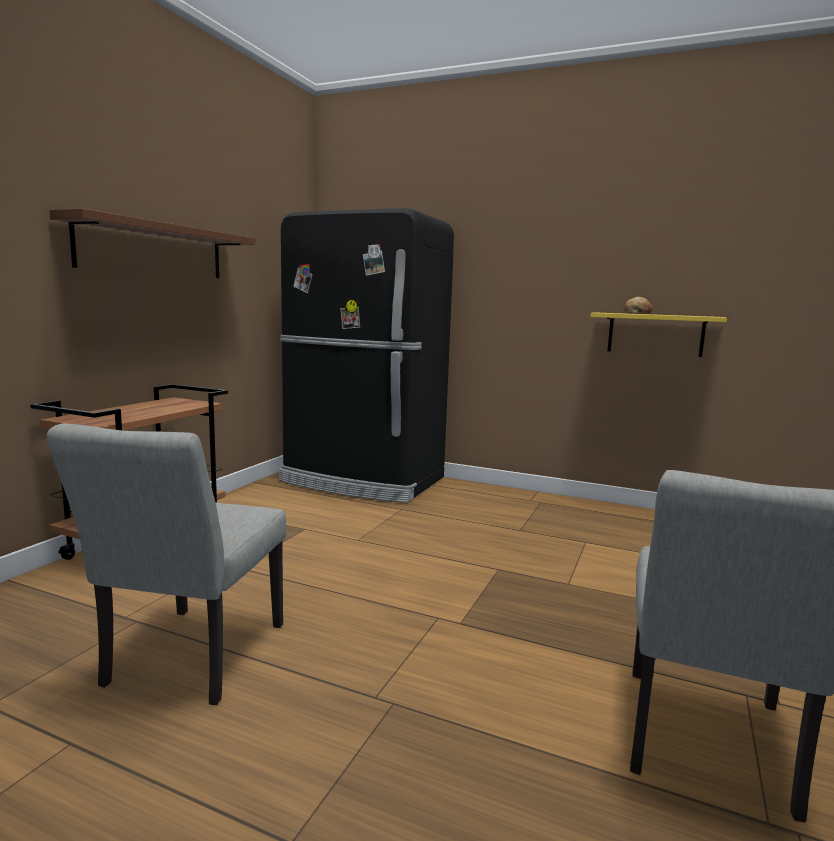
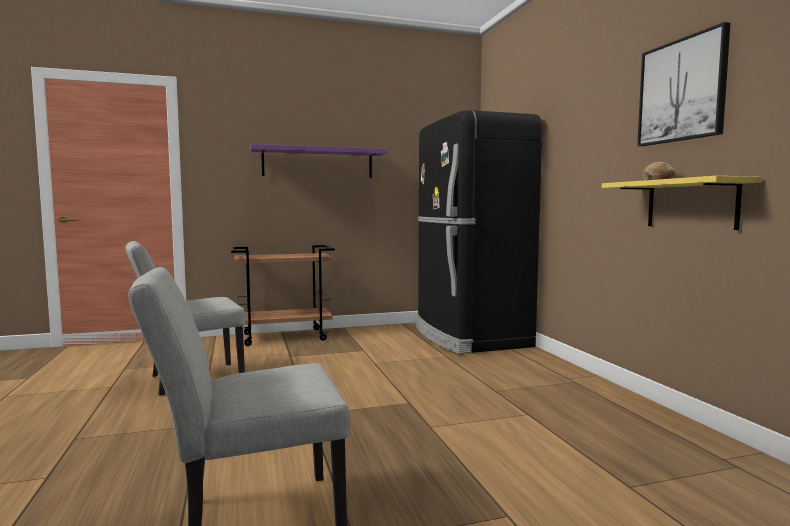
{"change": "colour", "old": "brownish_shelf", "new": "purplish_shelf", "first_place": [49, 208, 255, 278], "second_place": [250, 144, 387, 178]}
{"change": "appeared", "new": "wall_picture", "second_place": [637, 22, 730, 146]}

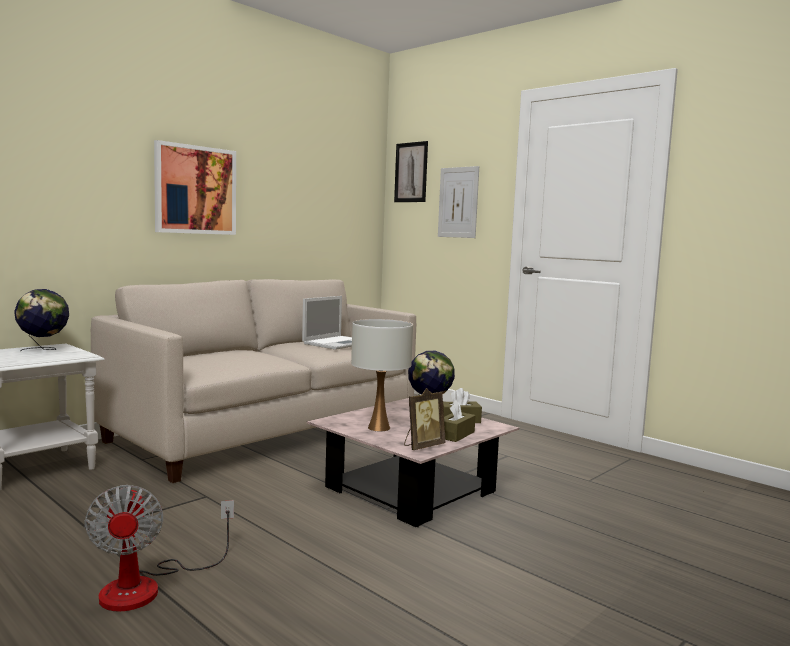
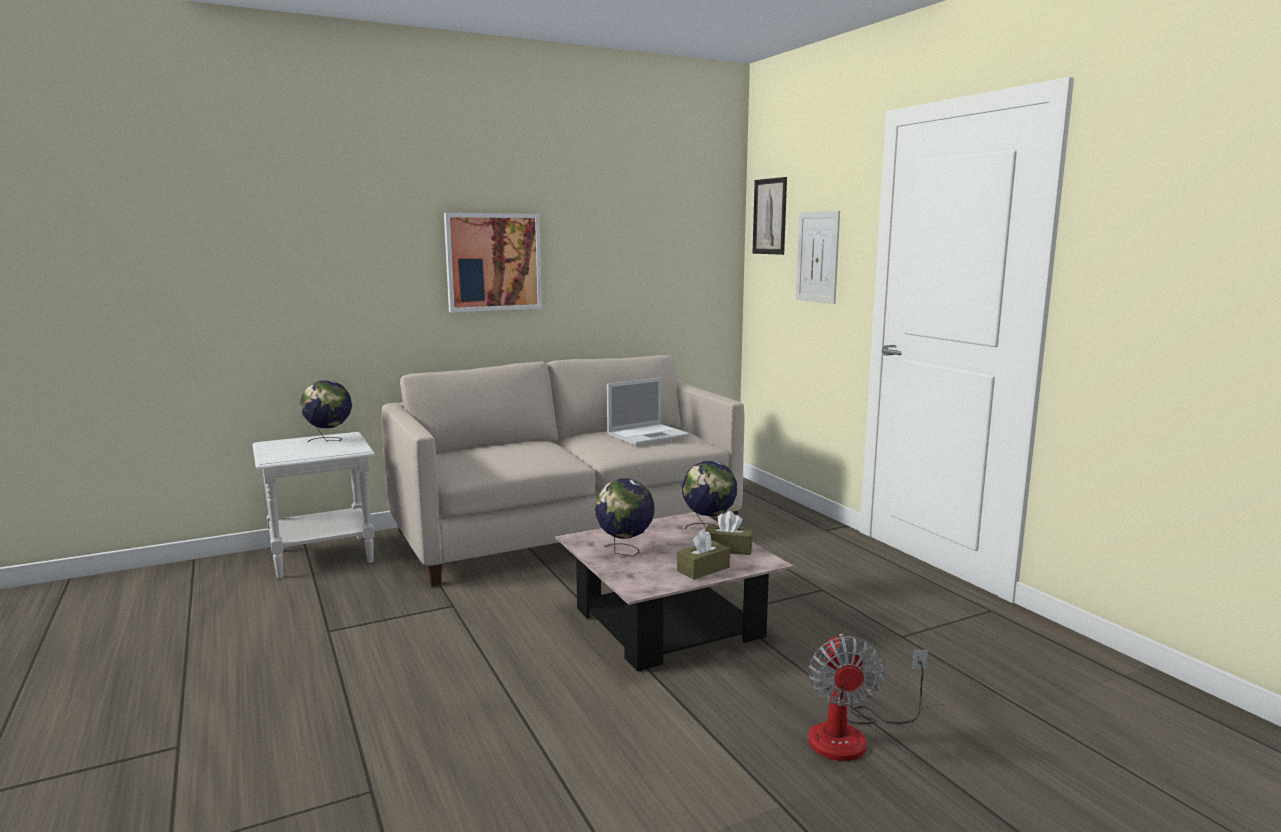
{"change": "exchanged", "old": "white-coloured_lamp_for_a_table", "new": "globe", "first_place": [351, 319, 413, 431], "second_place": [595, 478, 655, 557]}
{"change": "relocated", "old": "fan", "first_place": [84, 485, 234, 612], "second_place": [808, 634, 928, 761]}
{"change": "missing", "old": "photo_frame", "first_place": [404, 388, 445, 450]}

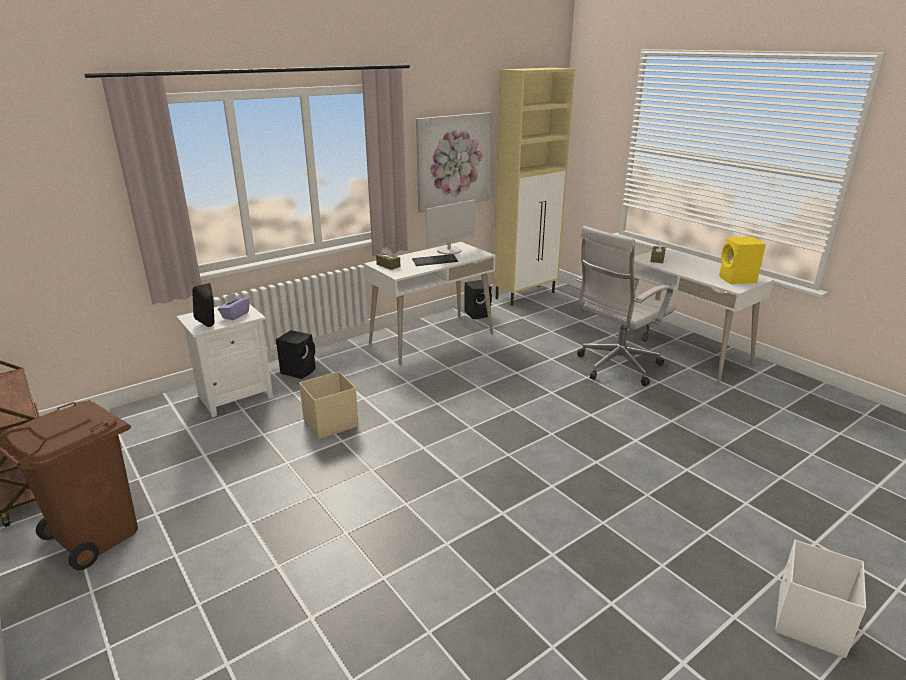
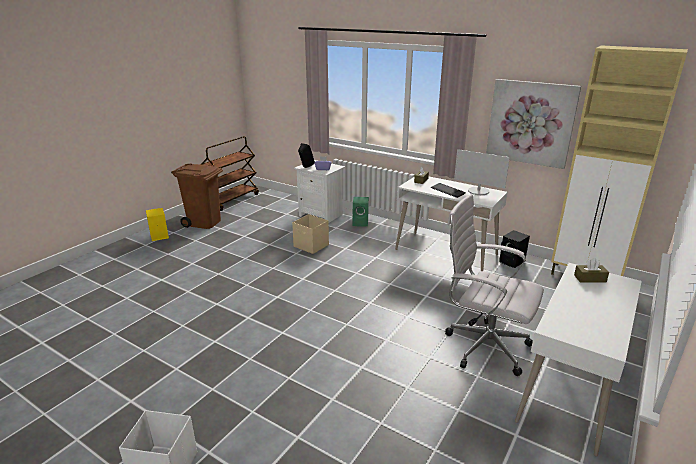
{"change": "relocated", "old": "yellow-coloured_loudspeaker", "first_place": [719, 237, 766, 284], "second_place": [146, 208, 169, 241]}
{"change": "colour", "old": "black_loudspeaker", "new": "greenish_loudspeaker", "first_place": [276, 330, 316, 379], "second_place": [353, 197, 369, 227]}

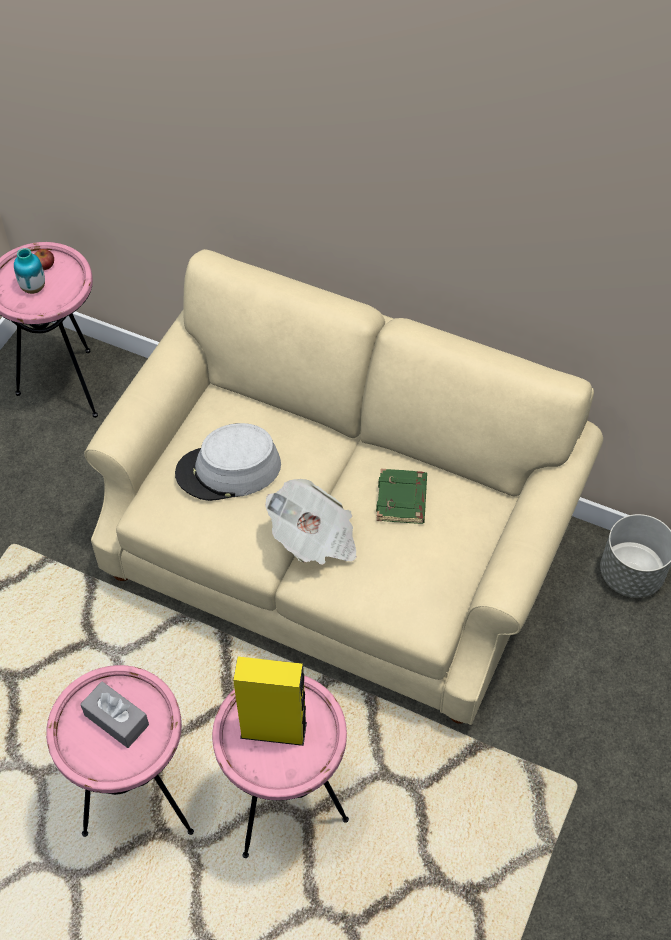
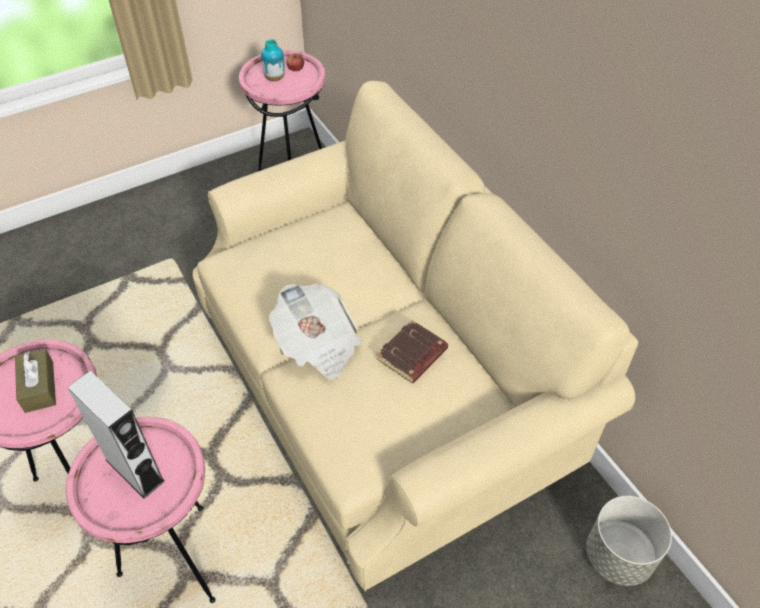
{"change": "colour", "old": "grey_box_of_tissues", "new": "brownish_box_of_tissues", "first_place": [80, 681, 149, 748], "second_place": [15, 348, 56, 413]}
{"change": "colour", "old": "yellow-coloured_loudspeaker", "new": "grey_loudspeaker", "first_place": [233, 657, 307, 746], "second_place": [67, 371, 165, 499]}
{"change": "colour", "old": "greenish_book", "new": "brownish_book", "first_place": [376, 469, 427, 524], "second_place": [377, 320, 448, 383]}
{"change": "missing", "old": "grey_hat", "first_place": [175, 423, 281, 501]}

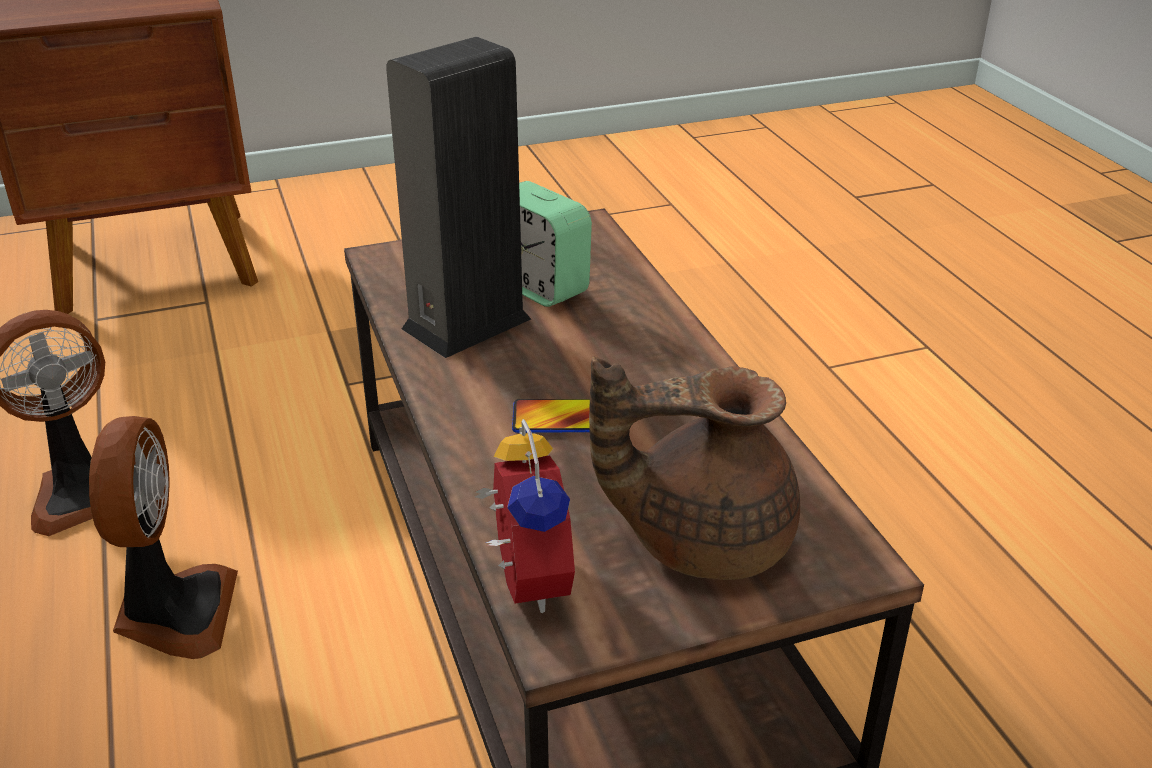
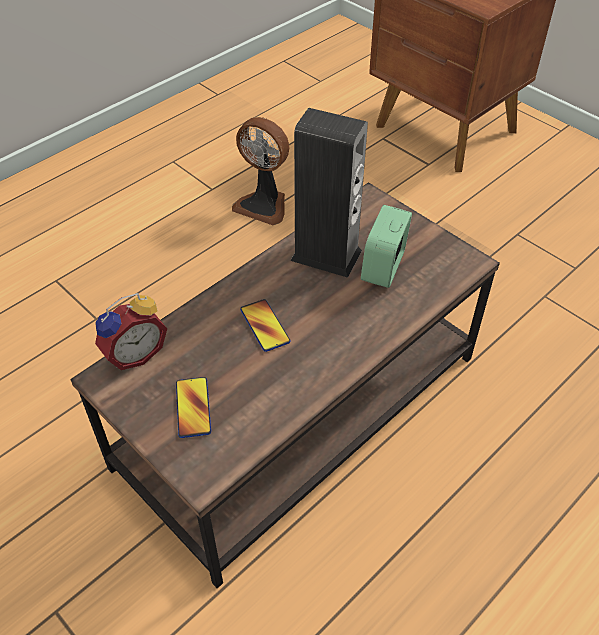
{"change": "exchanged", "old": "brownish_tea_pot", "new": "telephone", "first_place": [589, 356, 800, 580], "second_place": [176, 377, 211, 438]}
{"change": "missing", "old": "fan", "first_place": [89, 416, 238, 659]}

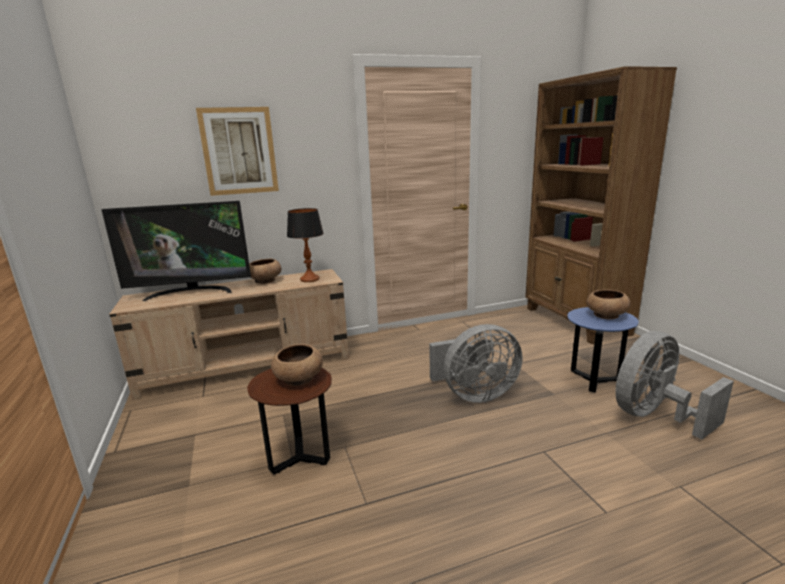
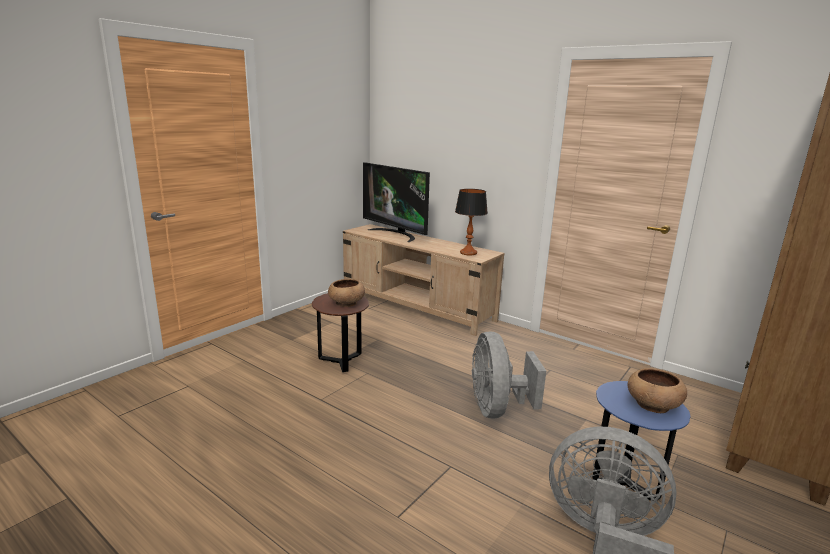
{"change": "spun", "old": "grey_fan", "first_place": [429, 324, 522, 403], "second_place": [471, 332, 546, 418], "degrees": 45}
{"change": "missing", "old": "wall_picture", "first_place": [196, 107, 279, 196]}
{"change": "missing", "old": "brownish_bowl", "first_place": [249, 259, 281, 284]}

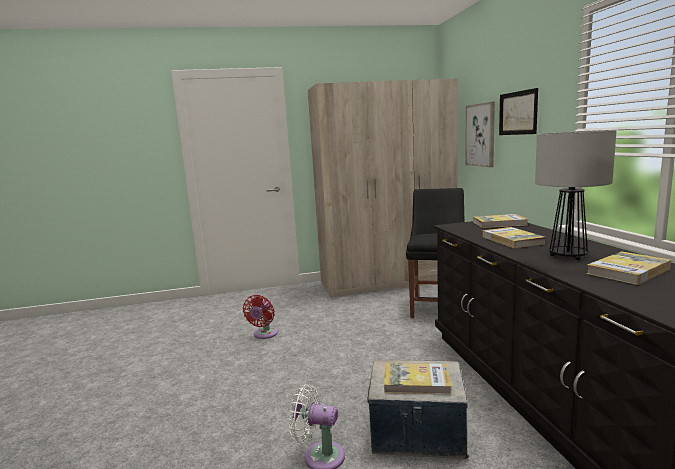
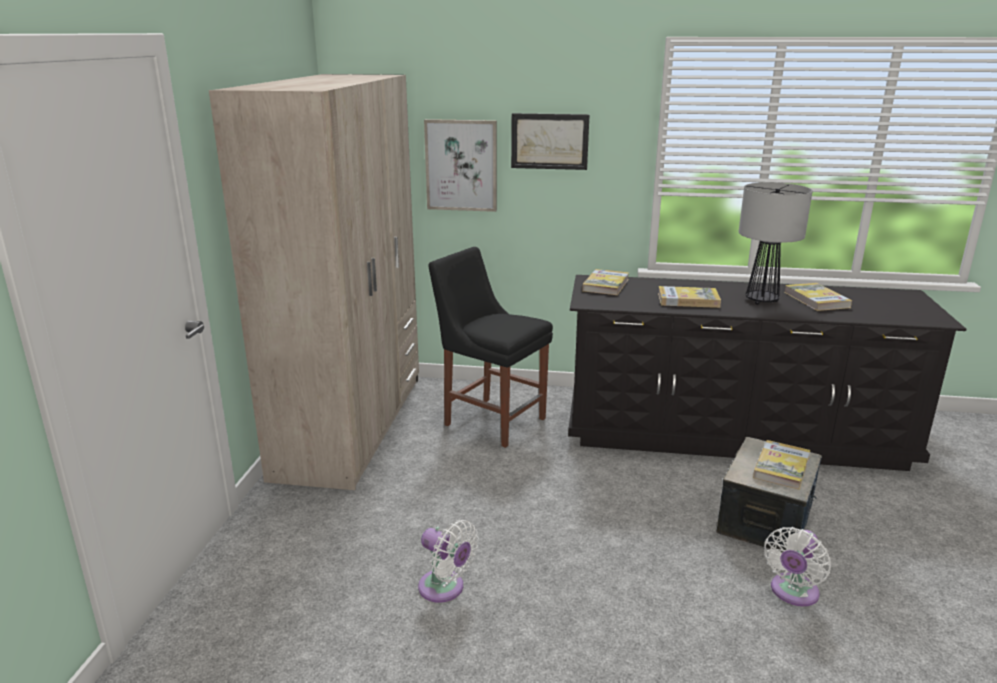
{"change": "colour", "old": "reddish_fan", "new": "white-coloured_fan", "first_place": [243, 295, 278, 339], "second_place": [418, 520, 478, 603]}

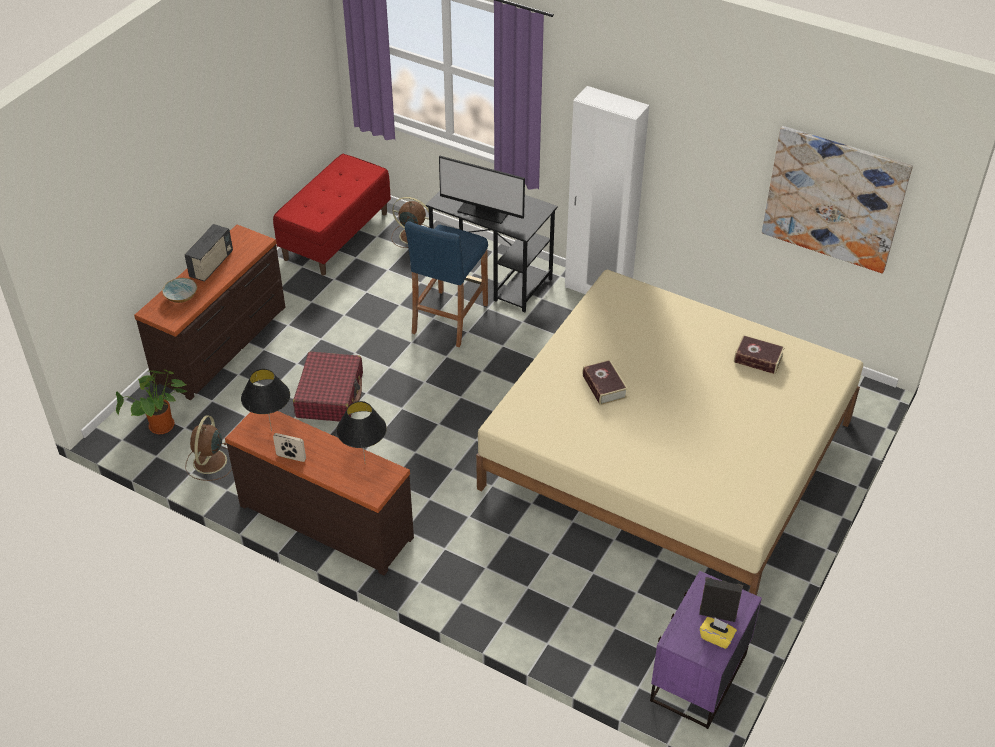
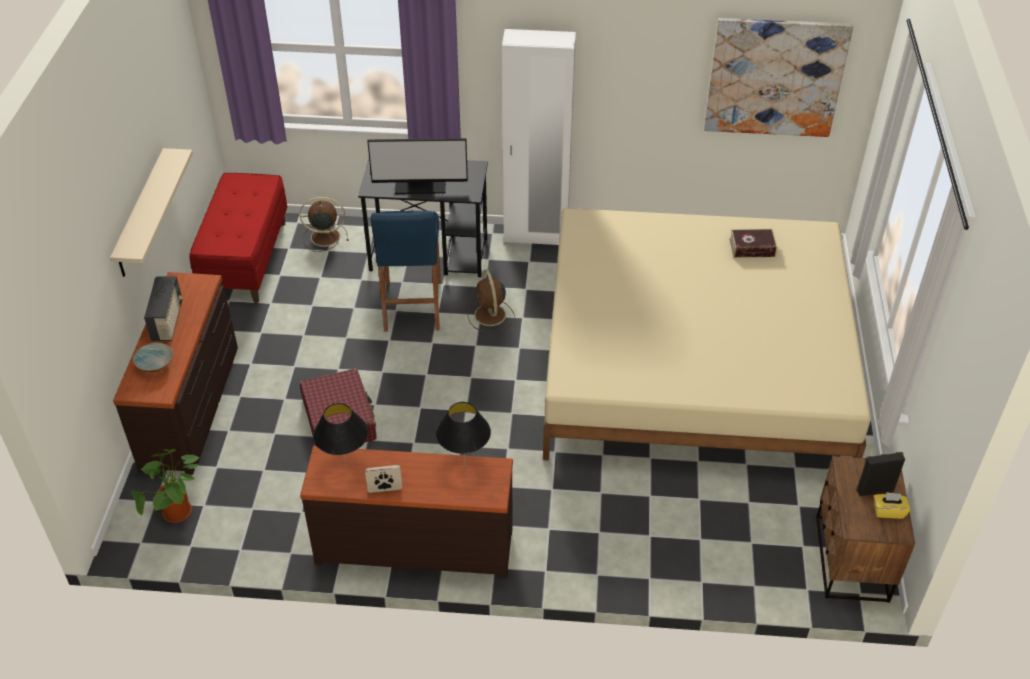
{"change": "appeared", "new": "beige-coloured_shelf", "second_place": [110, 148, 193, 277]}
{"change": "relocated", "old": "brownish_fan", "first_place": [185, 415, 232, 481], "second_place": [468, 269, 515, 332]}
{"change": "colour", "old": "purplish_nightstand", "new": "brownish_nightstand", "first_place": [650, 571, 762, 729], "second_place": [816, 456, 915, 603]}
{"change": "missing", "old": "book", "first_place": [582, 360, 628, 405]}

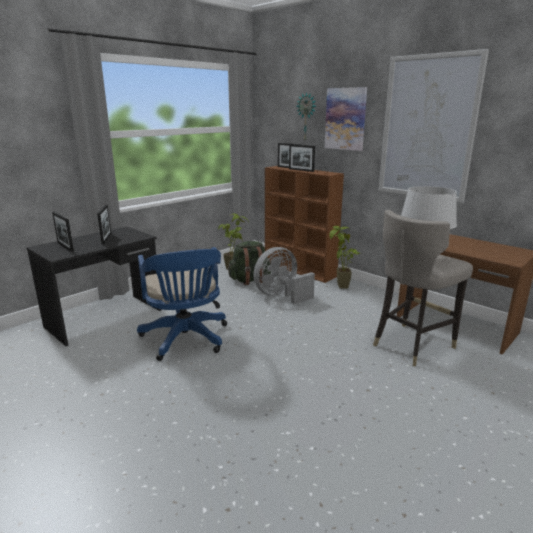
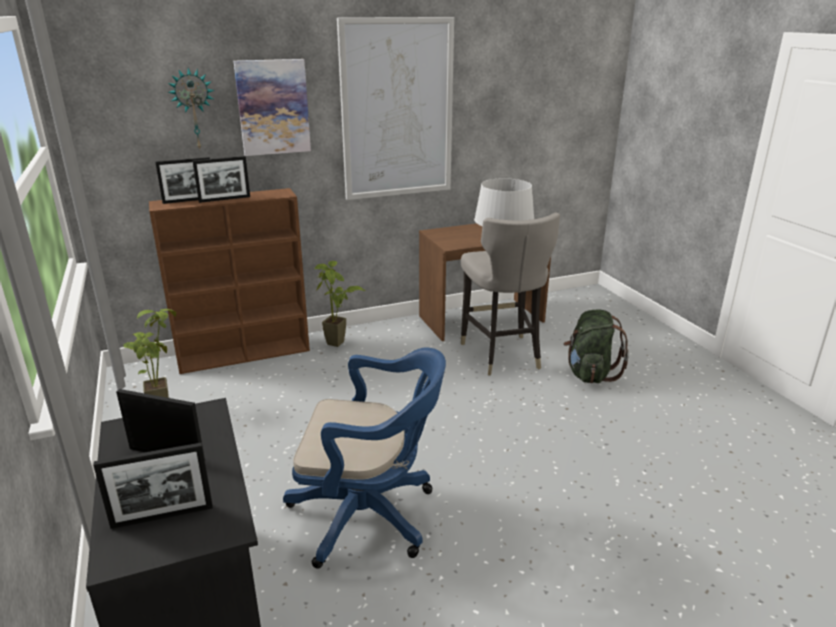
{"change": "relocated", "old": "greenish_rucksack", "first_place": [227, 241, 271, 285], "second_place": [564, 309, 629, 383]}
{"change": "missing", "old": "grey_fan", "first_place": [253, 247, 315, 304]}

